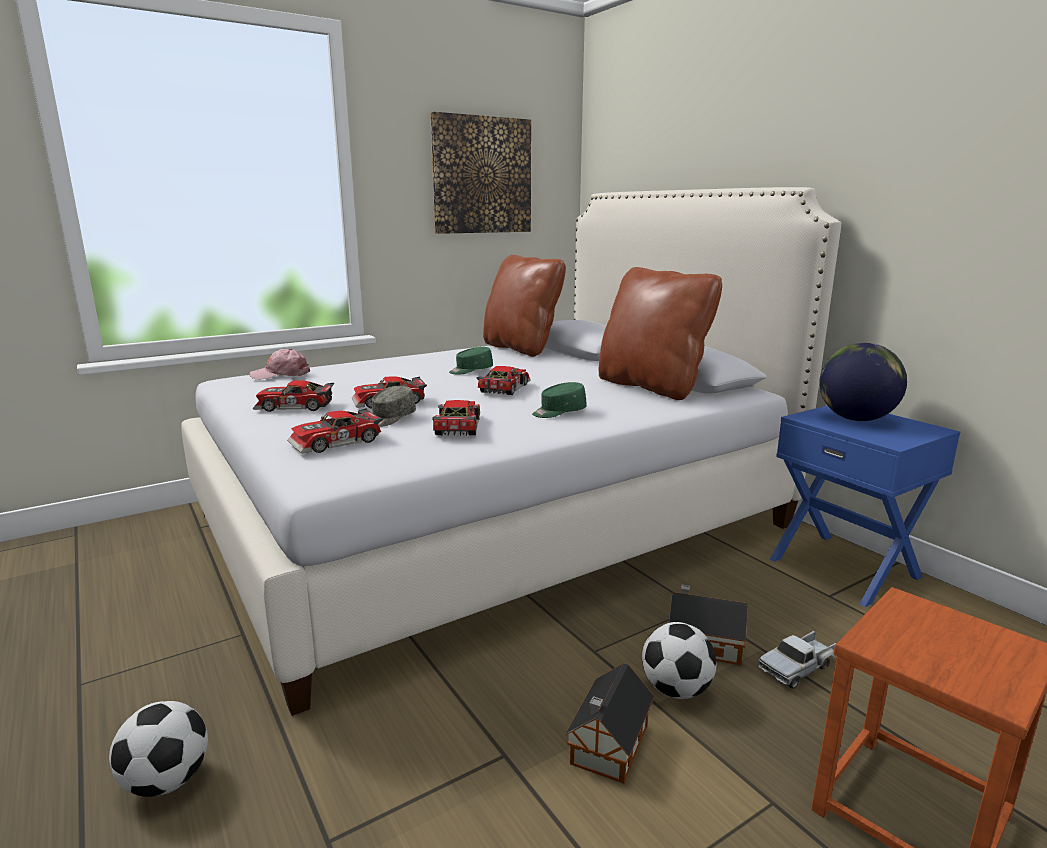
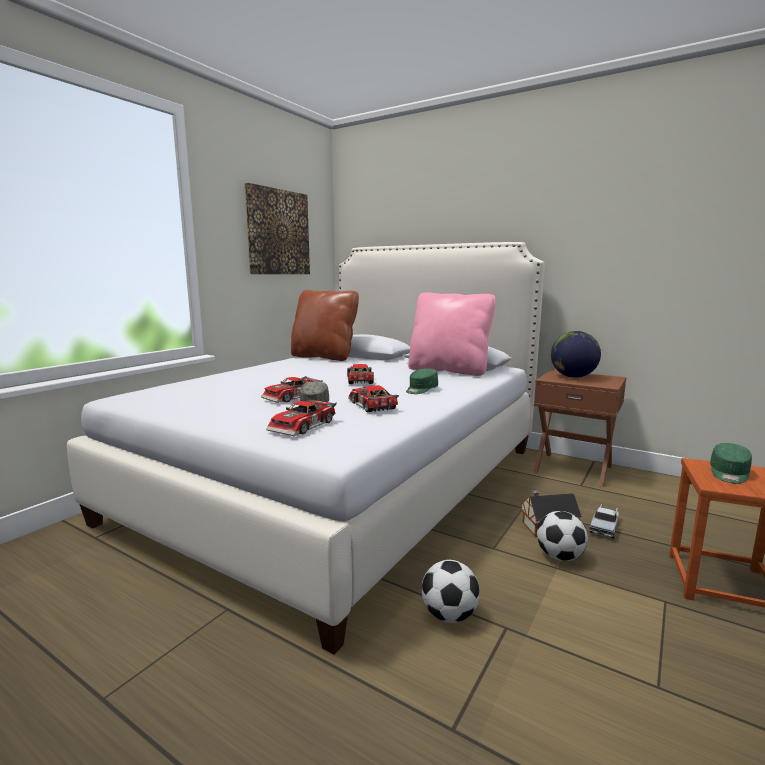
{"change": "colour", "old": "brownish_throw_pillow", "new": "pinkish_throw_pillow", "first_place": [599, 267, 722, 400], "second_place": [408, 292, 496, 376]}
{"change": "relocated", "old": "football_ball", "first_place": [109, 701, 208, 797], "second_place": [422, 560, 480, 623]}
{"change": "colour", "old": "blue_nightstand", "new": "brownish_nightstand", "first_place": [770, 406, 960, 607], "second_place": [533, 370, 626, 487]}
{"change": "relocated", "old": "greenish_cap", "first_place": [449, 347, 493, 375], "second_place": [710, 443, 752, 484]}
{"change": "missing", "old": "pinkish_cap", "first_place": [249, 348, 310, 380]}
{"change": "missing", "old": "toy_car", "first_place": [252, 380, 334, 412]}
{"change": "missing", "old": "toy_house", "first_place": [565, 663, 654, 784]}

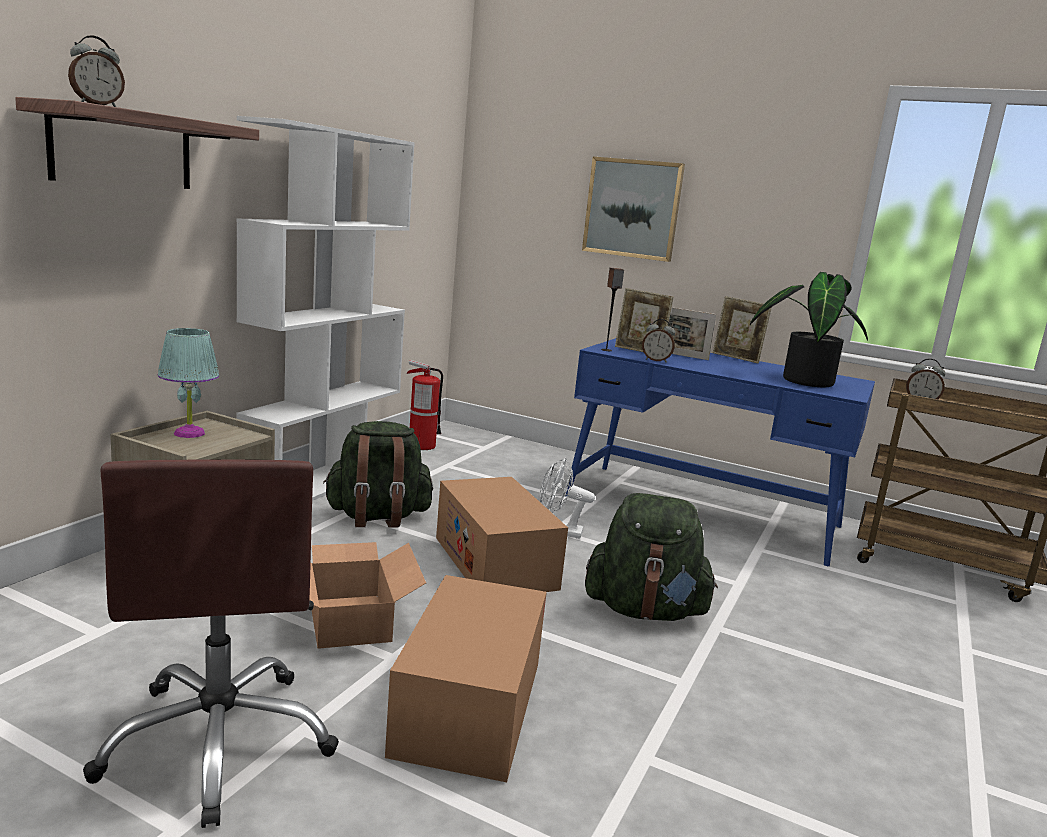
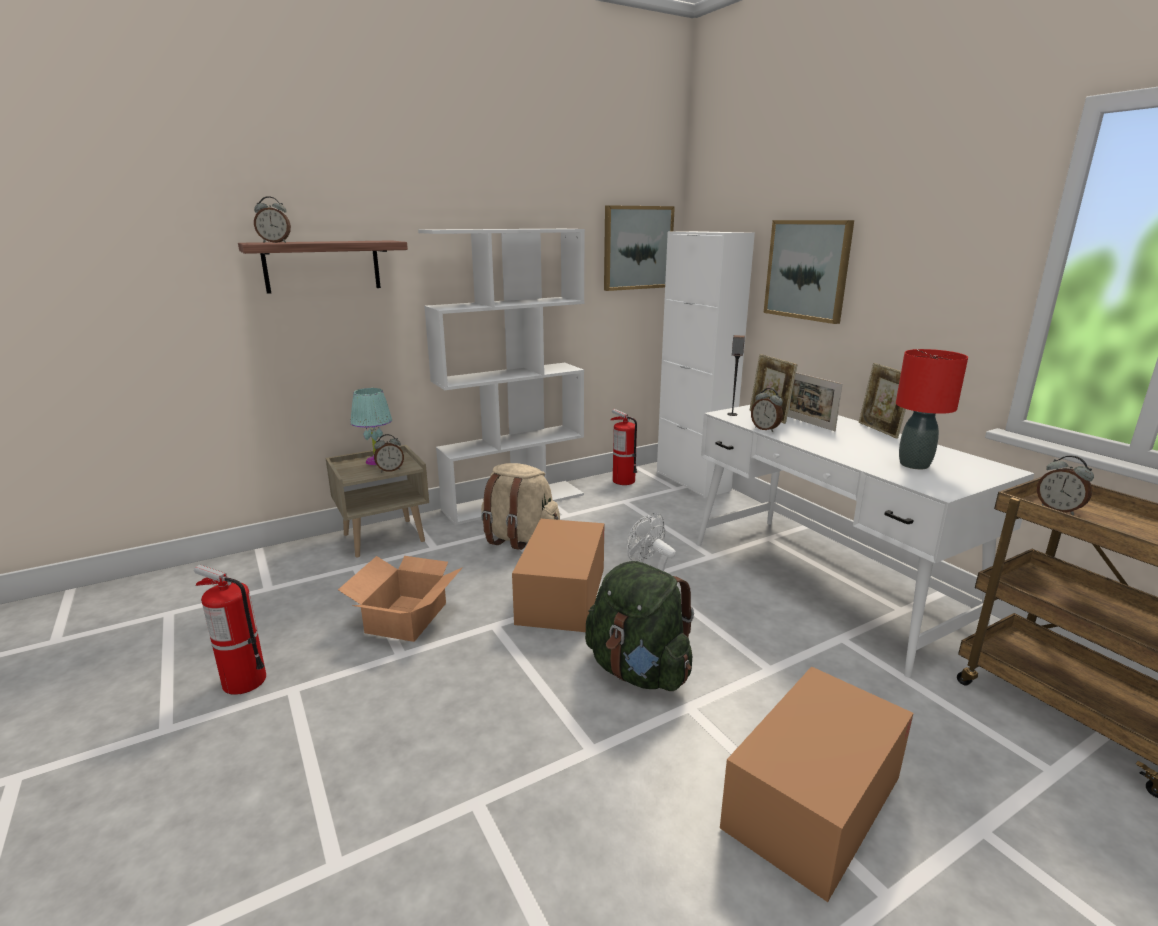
{"change": "exchanged", "old": "brownish_desk_chair", "new": "fire-fighting_cylinder", "first_place": [83, 460, 339, 828], "second_place": [194, 565, 266, 695]}
{"change": "appeared", "new": "alarm_clock", "second_place": [374, 434, 404, 472]}
{"change": "colour", "old": "greenish_rucksack", "new": "beige-coloured_rucksack", "first_place": [323, 421, 433, 528], "second_place": [481, 463, 560, 550]}
{"change": "appeared", "new": "wall_picture", "second_place": [604, 205, 675, 291]}
{"change": "appeared", "new": "white-coloured_cupboard", "second_place": [657, 231, 755, 498]}
{"change": "colour", "old": "blue_desk_table", "new": "white-coloured_desk_table", "first_place": [566, 338, 875, 566], "second_place": [697, 405, 1035, 678]}
{"change": "relocated", "old": "cardboard_box", "first_place": [385, 575, 546, 782], "second_place": [720, 666, 914, 902]}
{"change": "exchanged", "old": "plant_in_a_pot", "new": "reddish_lamp_for_a_table", "first_place": [750, 272, 868, 387], "second_place": [896, 349, 968, 469]}

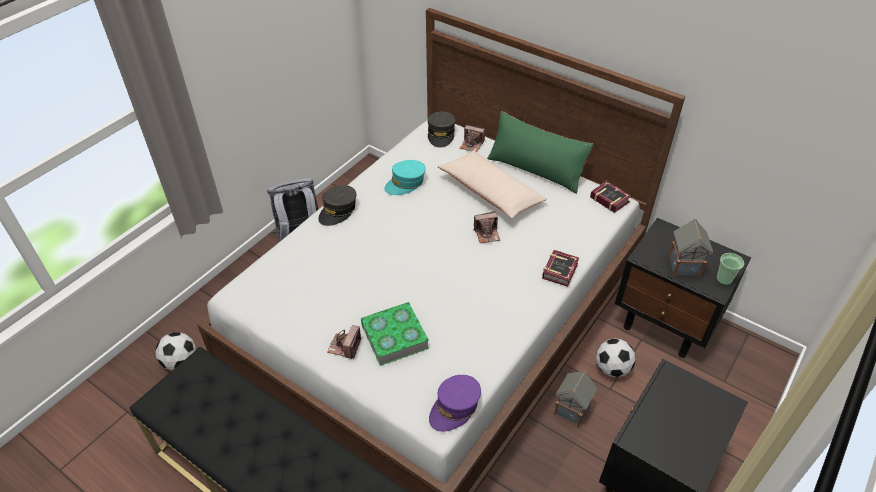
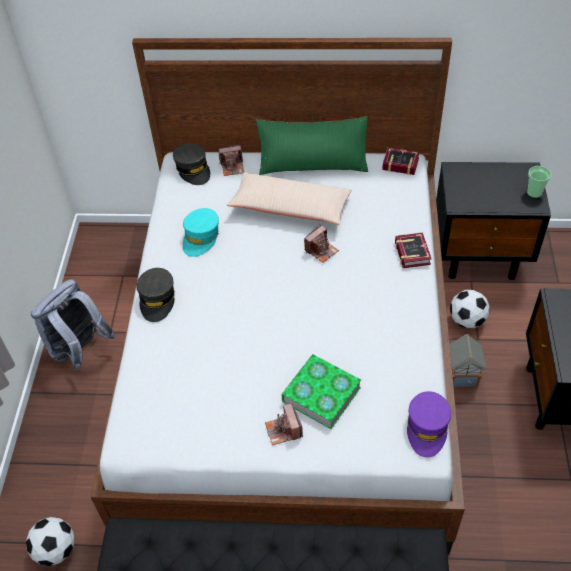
{"change": "missing", "old": "toy_house", "first_place": [668, 219, 713, 278]}

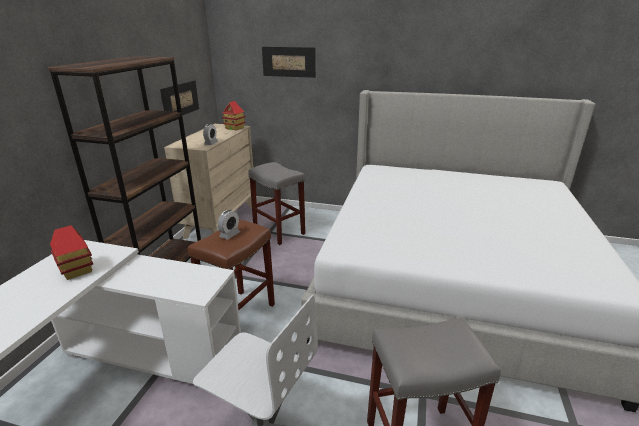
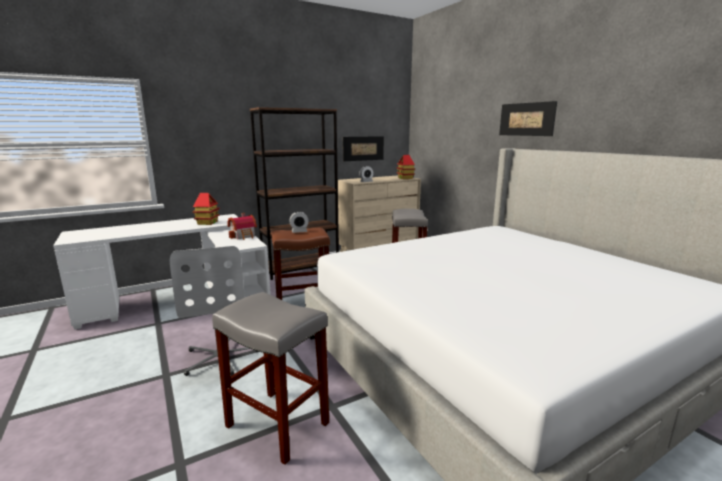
{"change": "appeared", "new": "toy_house", "second_place": [228, 213, 257, 240]}
{"change": "relocated", "old": "wall_picture", "first_place": [262, 47, 316, 78], "second_place": [499, 101, 557, 136]}

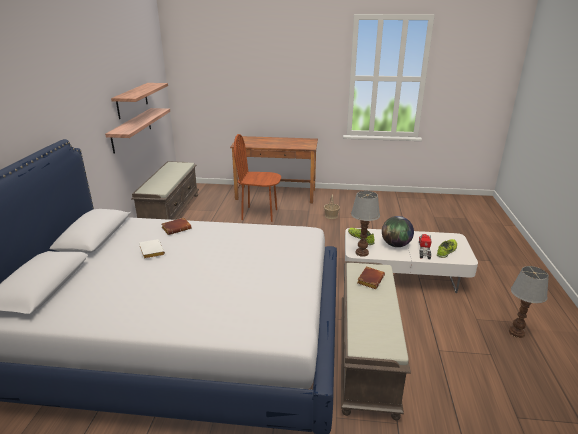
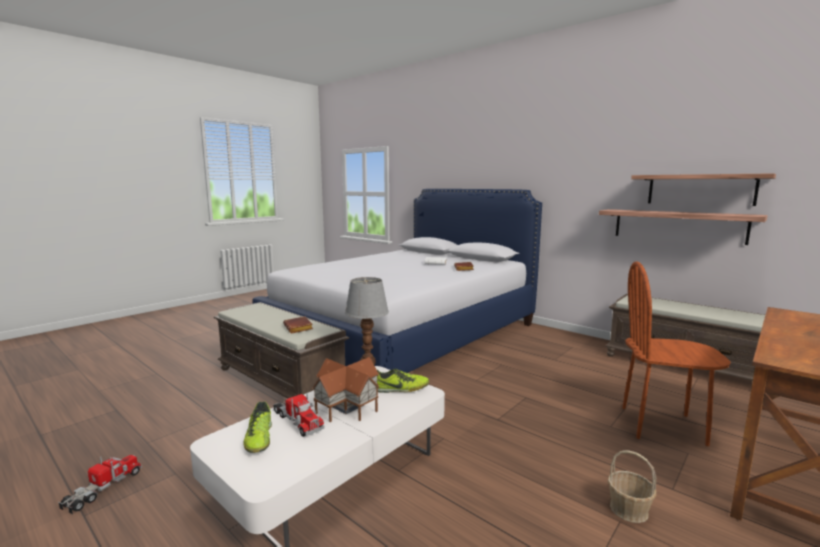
{"change": "exchanged", "old": "lamp_for_a_table", "new": "model_truck", "first_place": [509, 266, 549, 338], "second_place": [58, 455, 142, 514]}
{"change": "exchanged", "old": "globe", "new": "toy_house", "first_place": [382, 216, 414, 247], "second_place": [312, 357, 379, 422]}
{"change": "spun", "old": "brownish_chair", "first_place": [234, 134, 281, 222], "second_place": [622, 261, 731, 446], "degrees": -120}

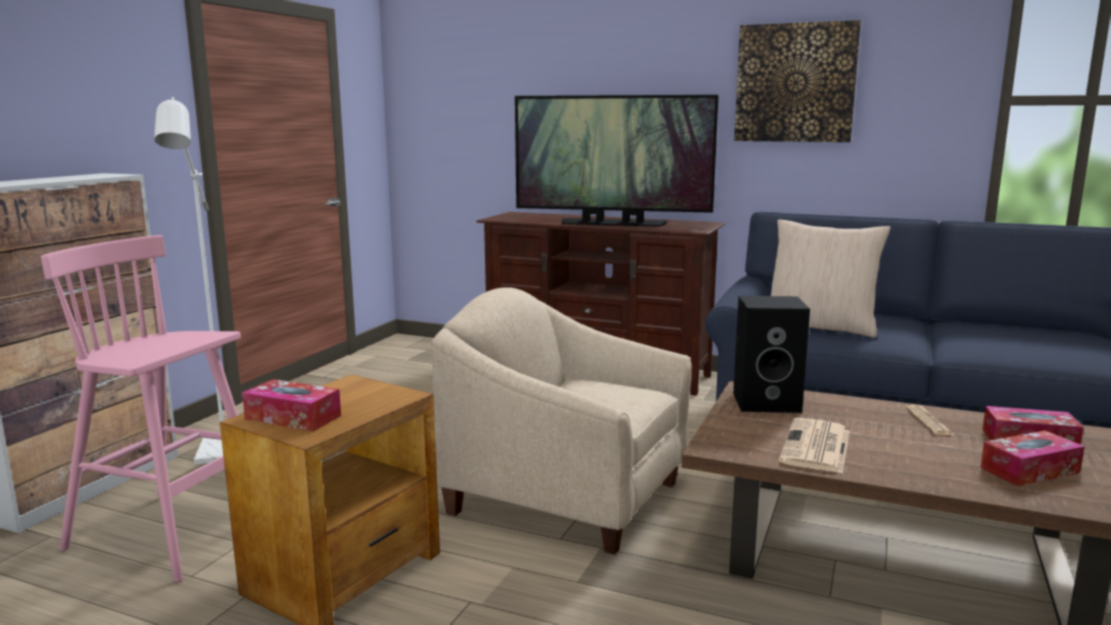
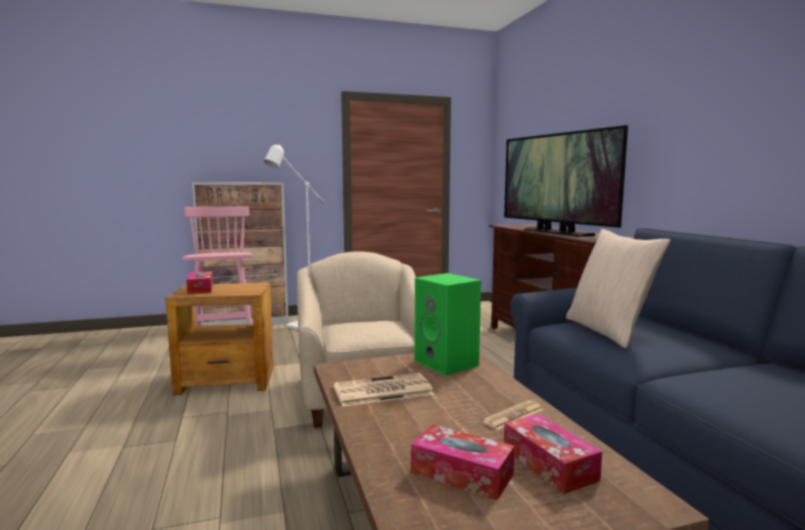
{"change": "colour", "old": "black_loudspeaker", "new": "greenish_loudspeaker", "first_place": [733, 296, 810, 413], "second_place": [415, 273, 481, 375]}
{"change": "missing", "old": "wall_picture", "first_place": [734, 20, 861, 142]}

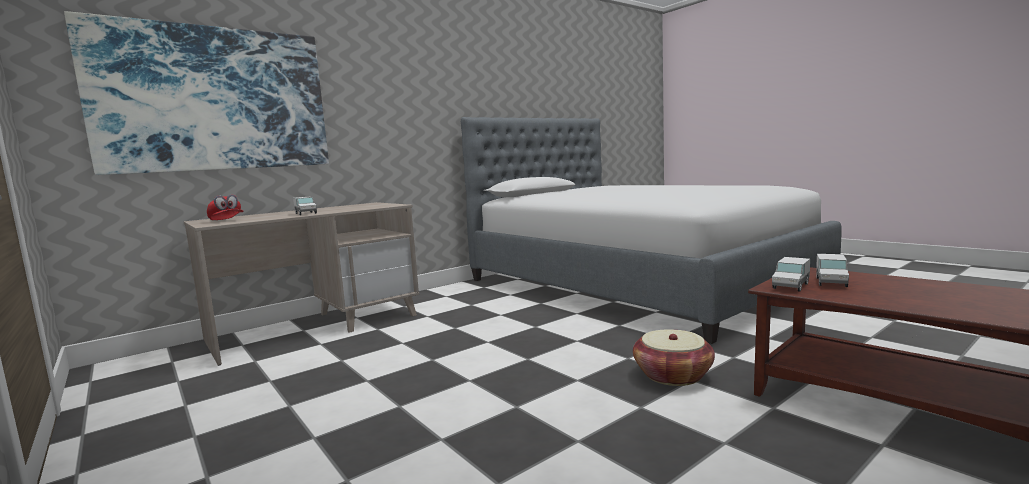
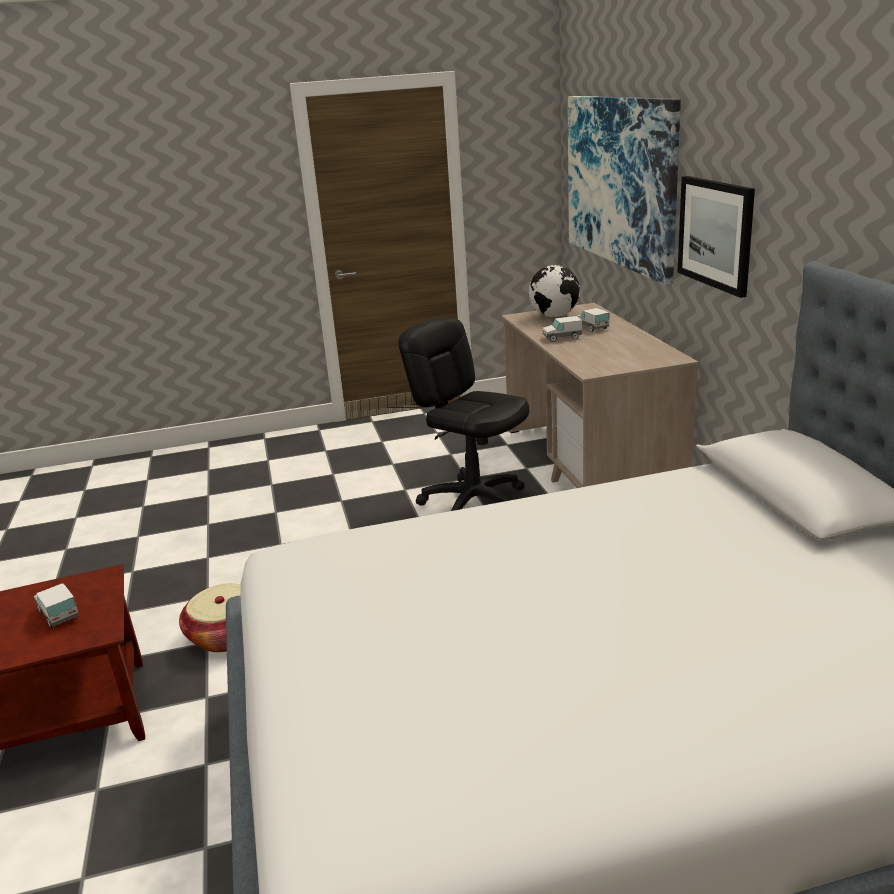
{"change": "appeared", "new": "black_desk_chair", "second_place": [398, 317, 529, 511]}
{"change": "exchanged", "old": "reddish_cap", "new": "globe", "first_place": [207, 195, 243, 220], "second_place": [529, 265, 580, 317]}
{"change": "relocated", "old": "model_truck", "first_place": [772, 257, 810, 292], "second_place": [577, 308, 610, 332]}
{"change": "appeared", "new": "wall_picture", "second_place": [677, 176, 755, 298]}

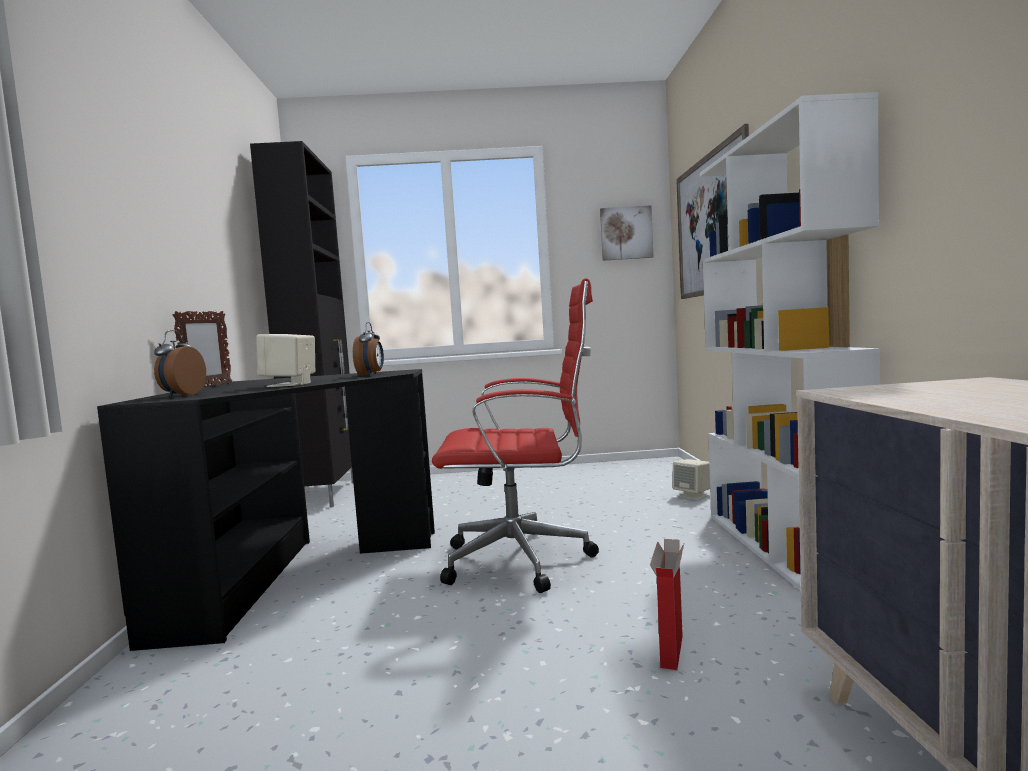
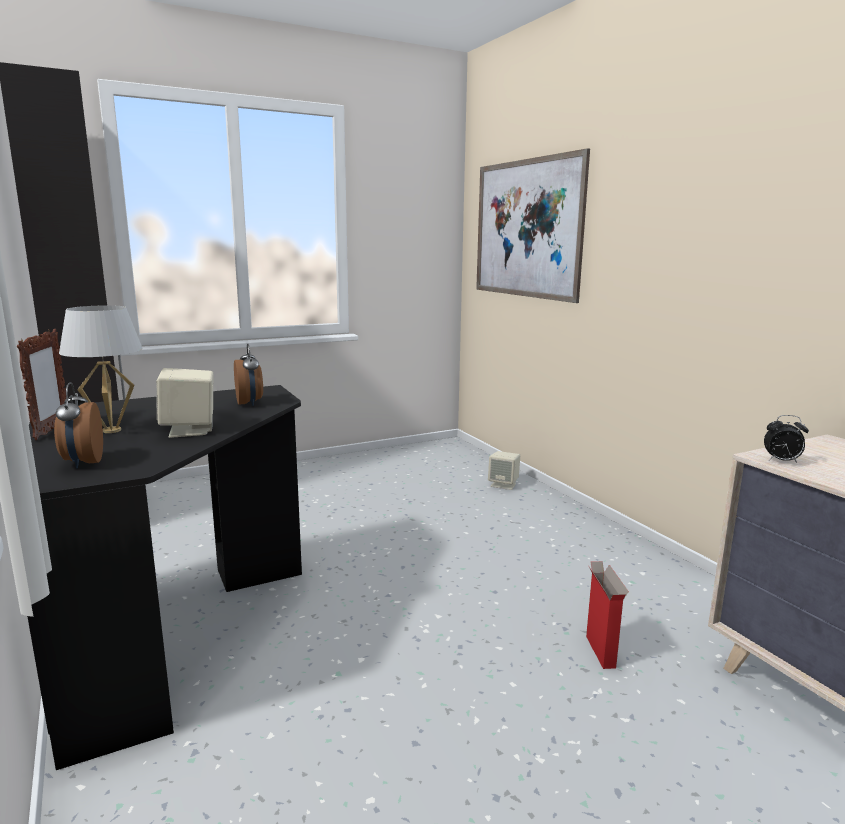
{"change": "appeared", "new": "white-coloured_lamp_for_a_table", "second_place": [59, 305, 143, 433]}
{"change": "appeared", "new": "alarm_clock", "second_place": [764, 415, 809, 463]}
{"change": "missing", "old": "reddish_desk_chair", "first_place": [432, 278, 599, 593]}
{"change": "missing", "old": "wall_picture", "first_place": [600, 205, 653, 261]}
{"change": "missing", "old": "white-coloured_bookcase", "first_place": [700, 92, 880, 591]}

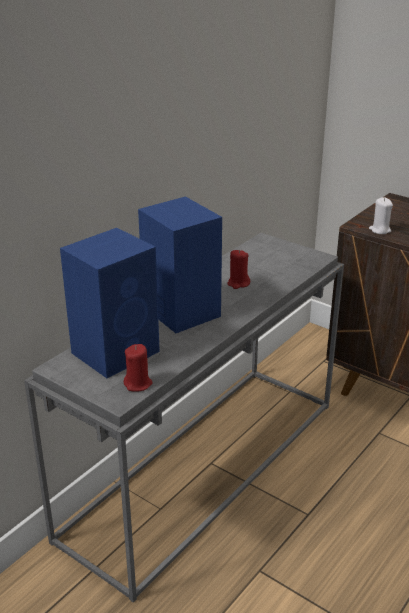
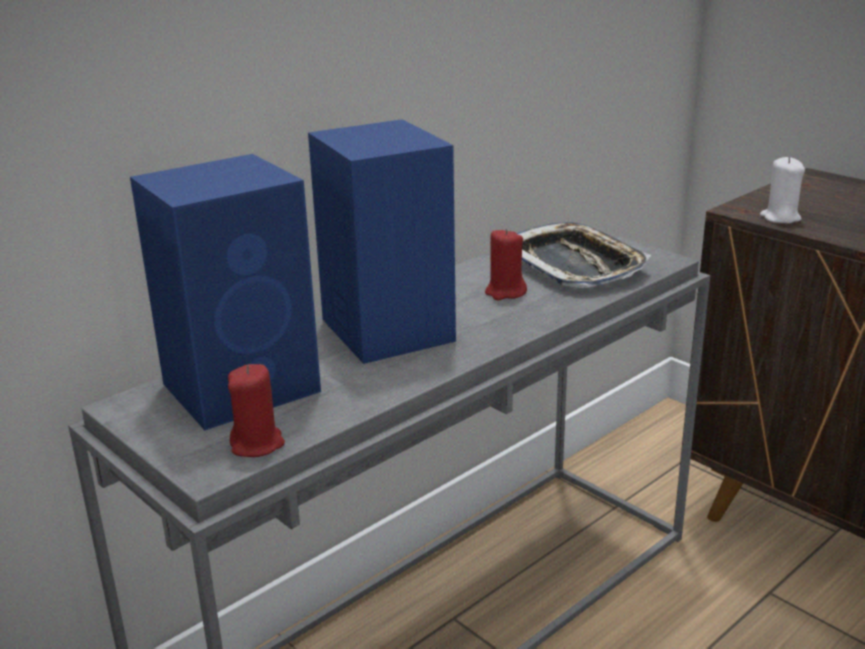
{"change": "appeared", "new": "serving_tray", "second_place": [517, 222, 651, 288]}

